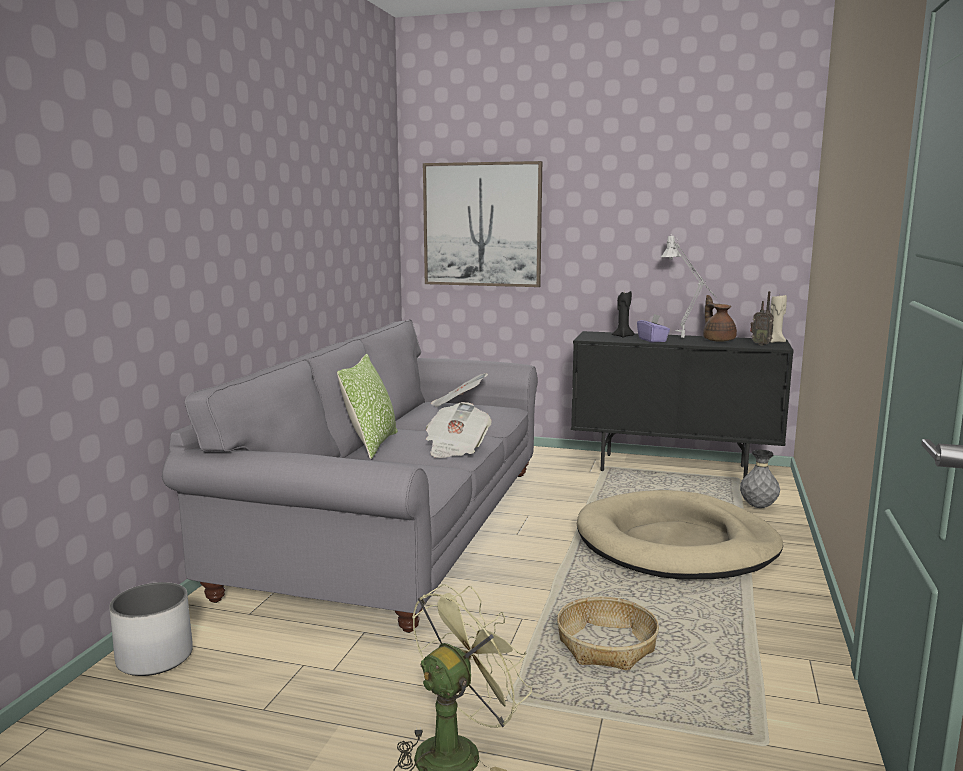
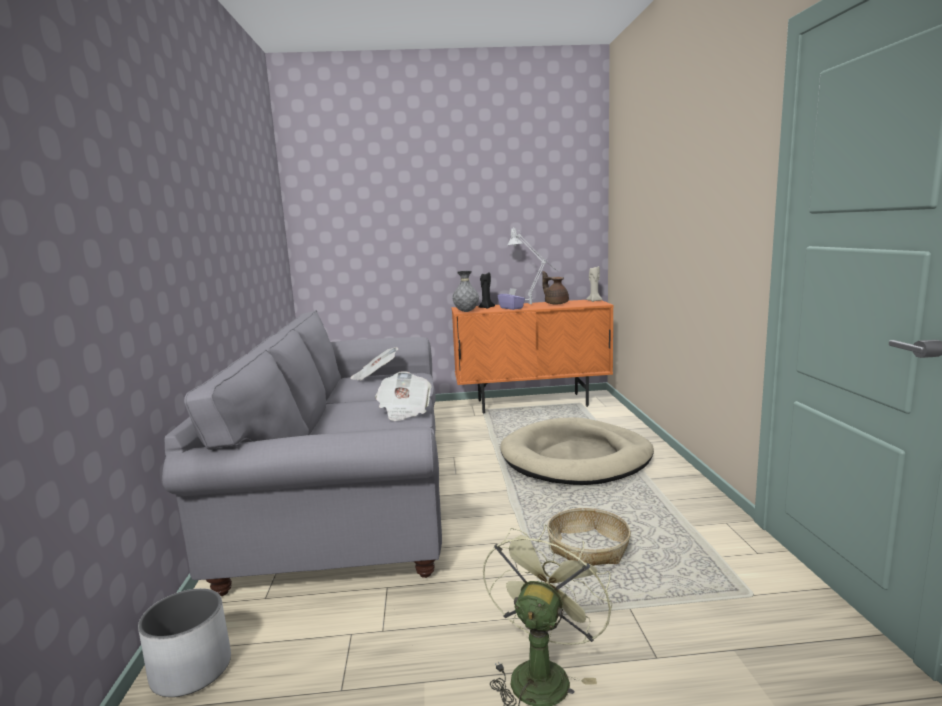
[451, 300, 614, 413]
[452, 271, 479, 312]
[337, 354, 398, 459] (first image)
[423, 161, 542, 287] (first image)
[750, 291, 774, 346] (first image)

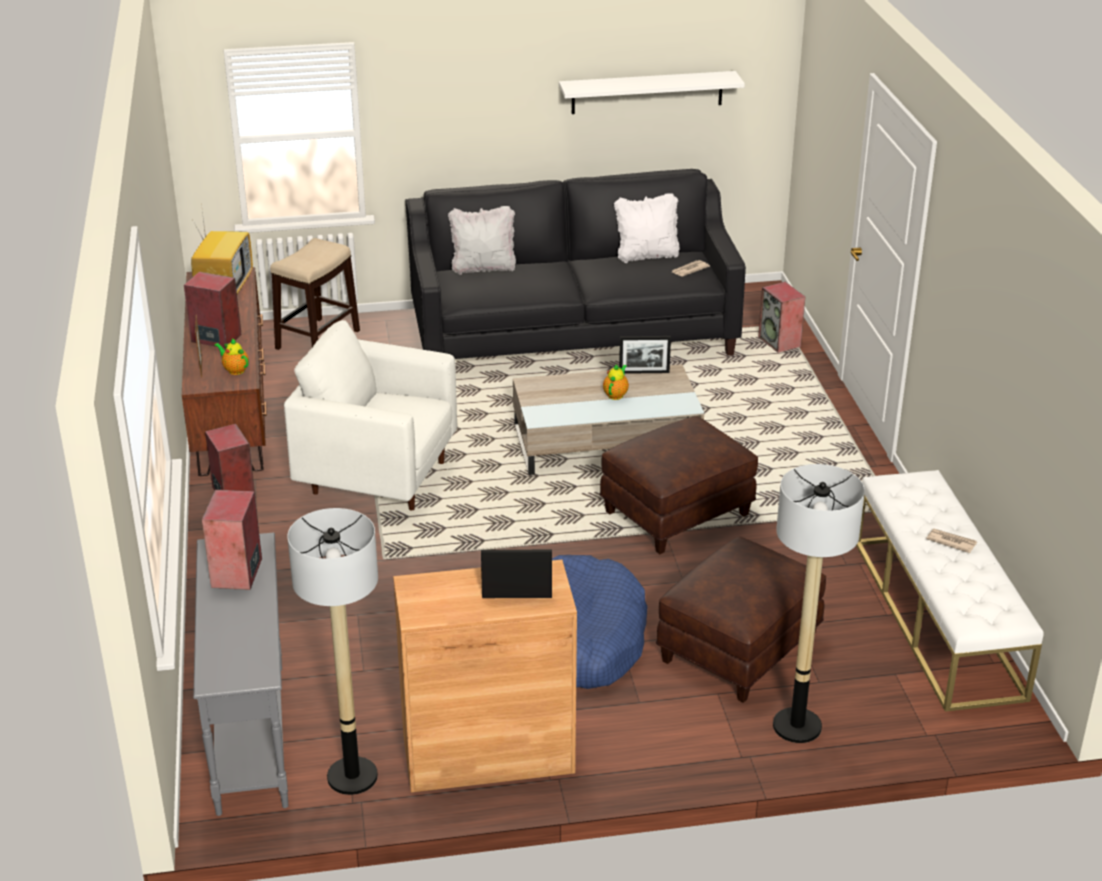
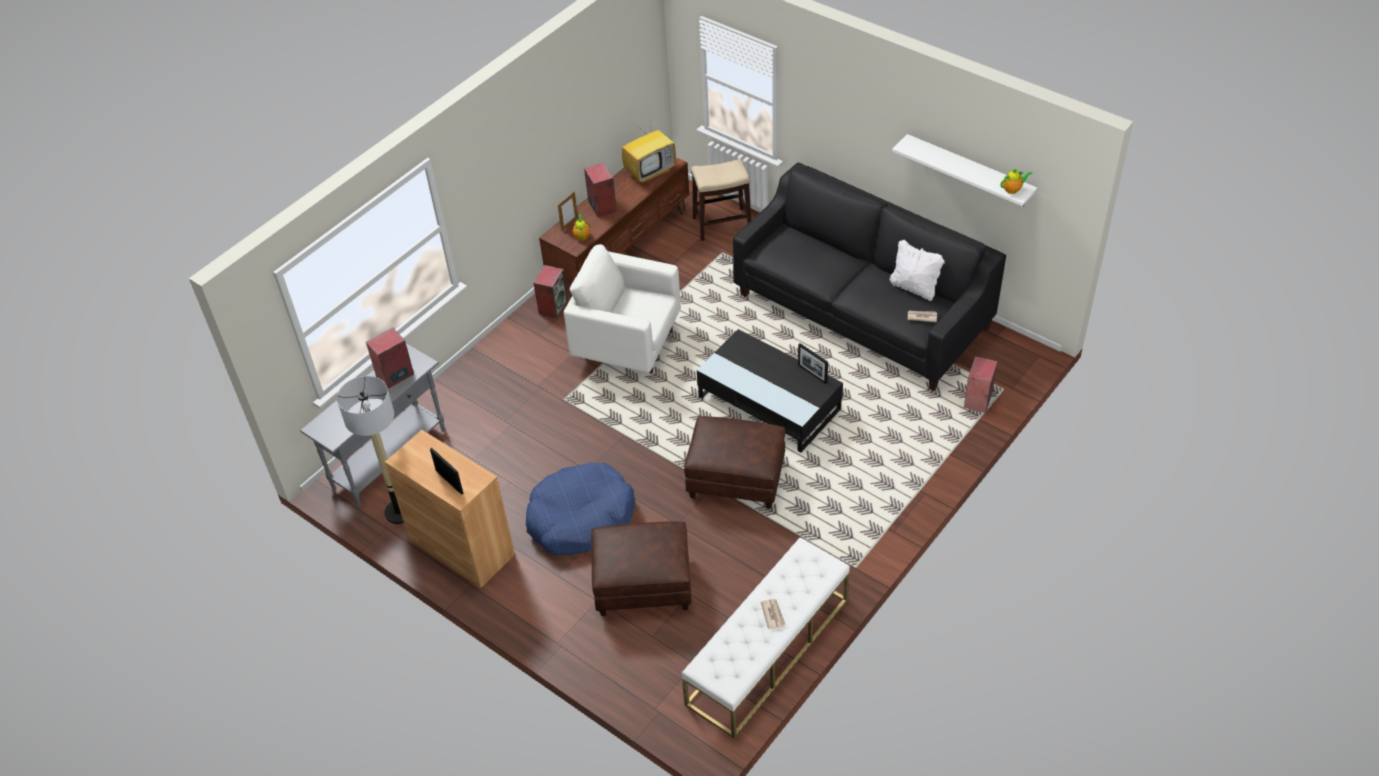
[564, 244, 681, 373]
[697, 329, 843, 452]
[1000, 168, 1032, 194]
[448, 206, 516, 275] (first image)
[773, 464, 865, 743] (first image)

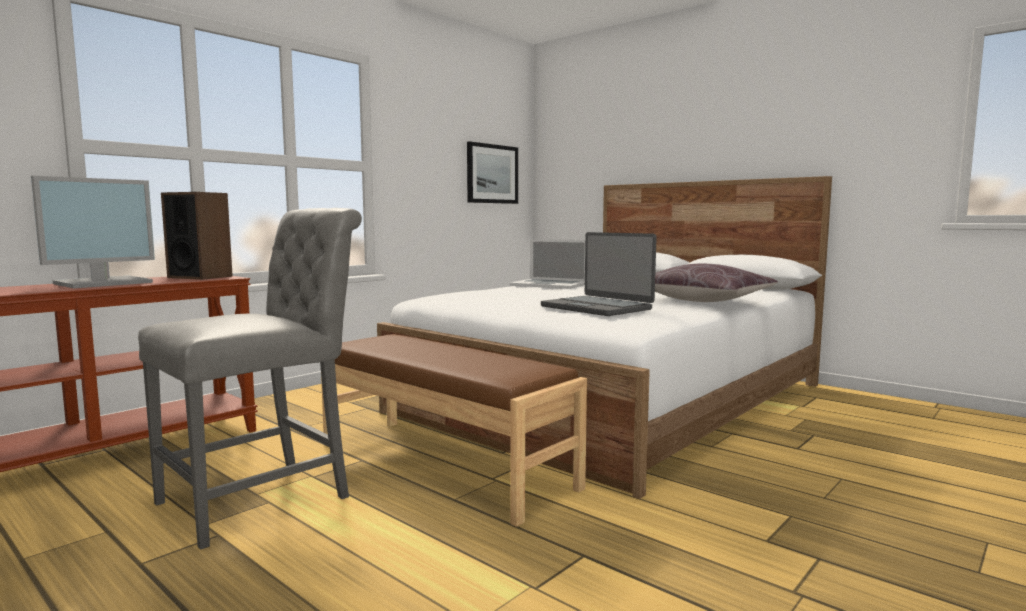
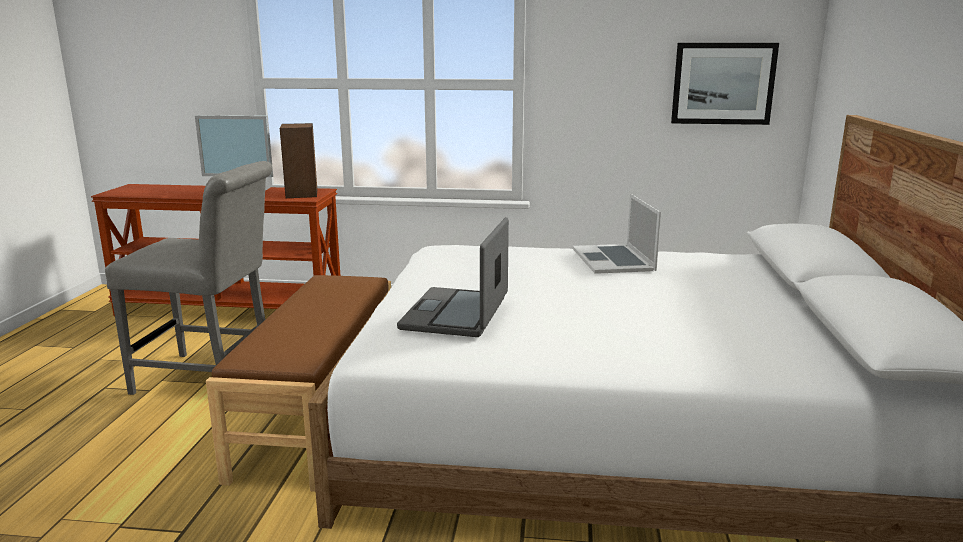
[655, 264, 778, 302] (first image)

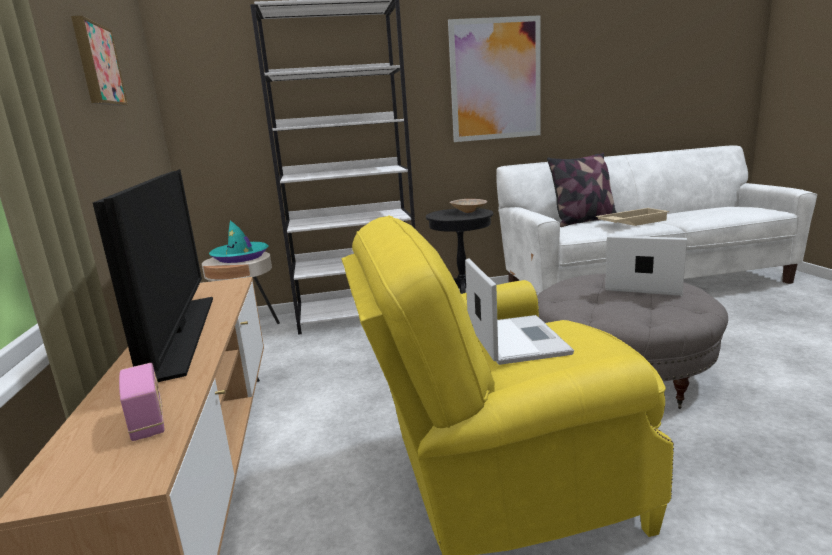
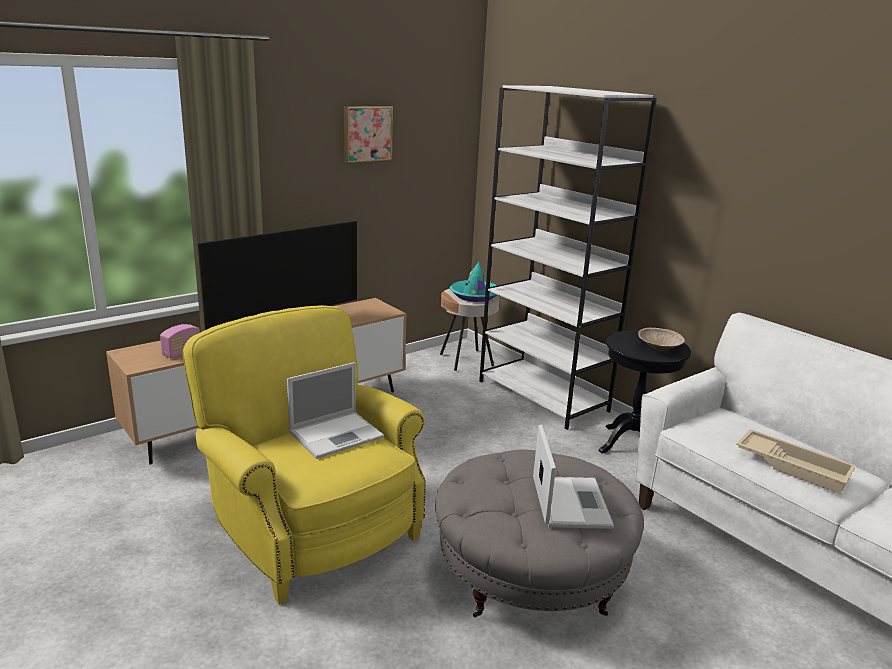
[448, 15, 541, 142] (first image)
[547, 152, 617, 227] (first image)

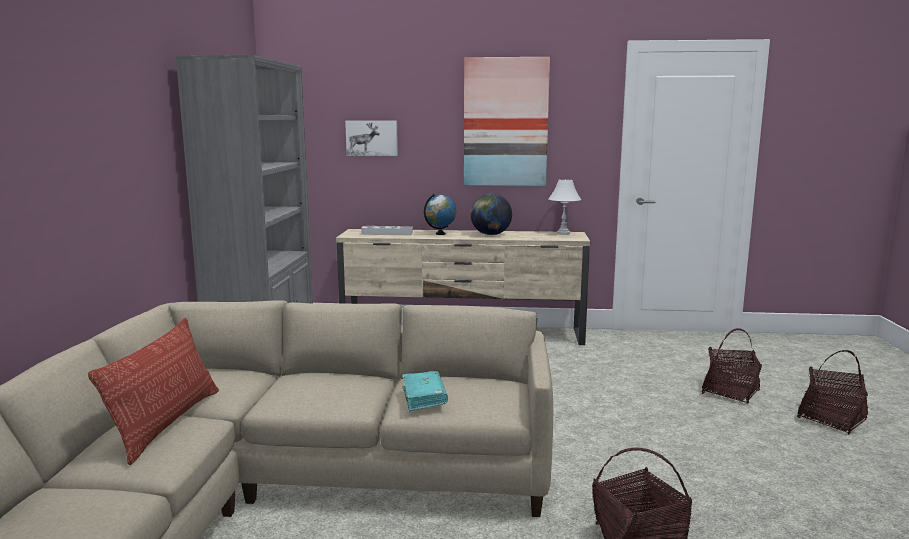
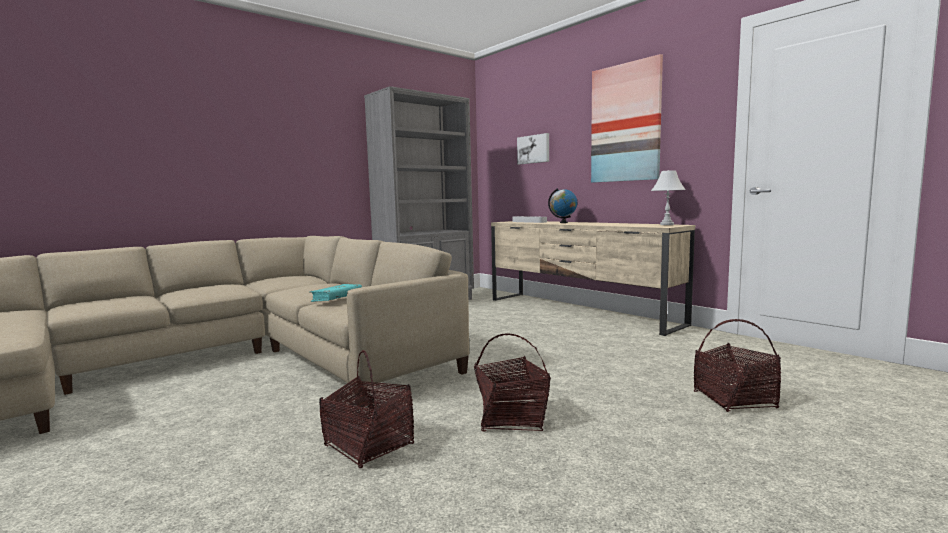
[474, 333, 551, 431]
[88, 318, 219, 465] (first image)
[471, 194, 512, 235] (first image)

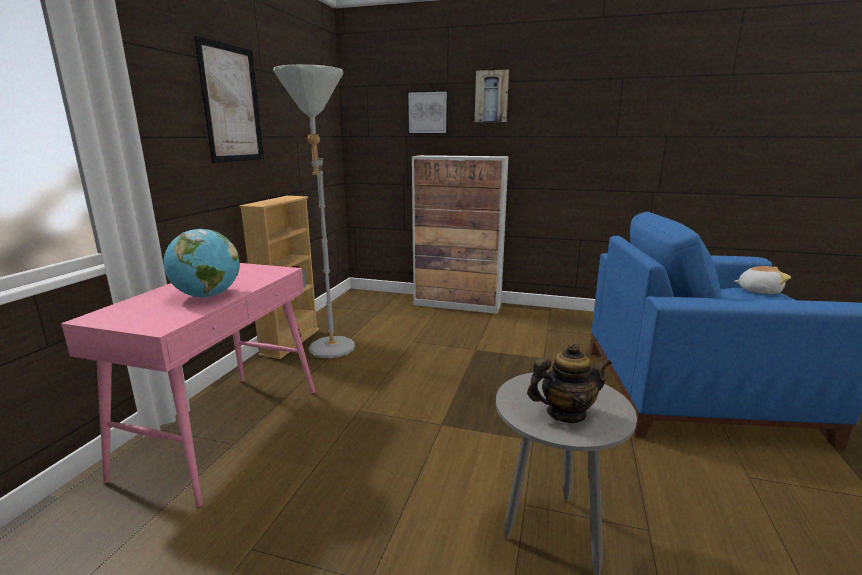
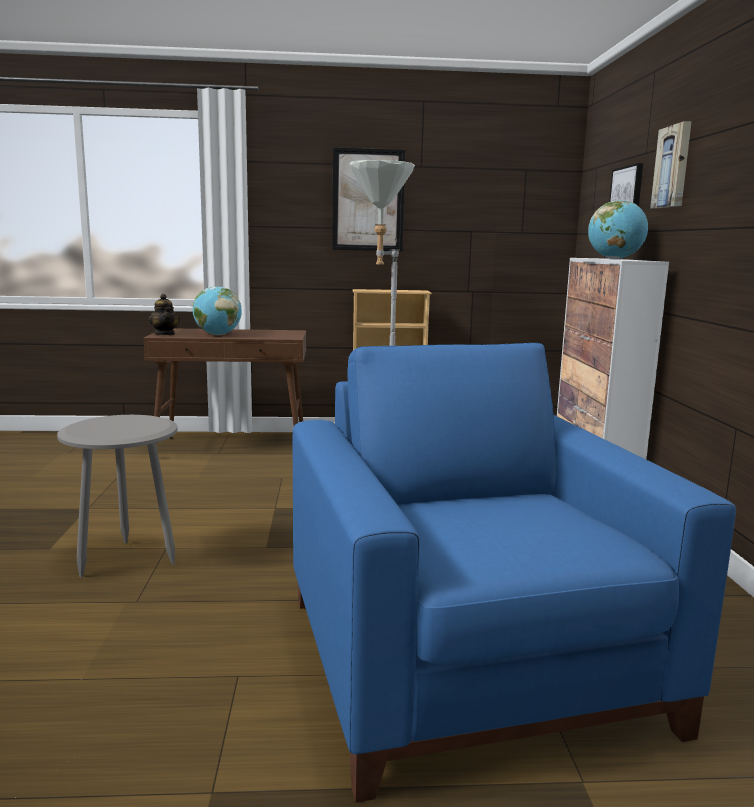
[143, 329, 306, 438]
[149, 294, 180, 335]
[588, 200, 648, 259]
[734, 266, 791, 294] (first image)

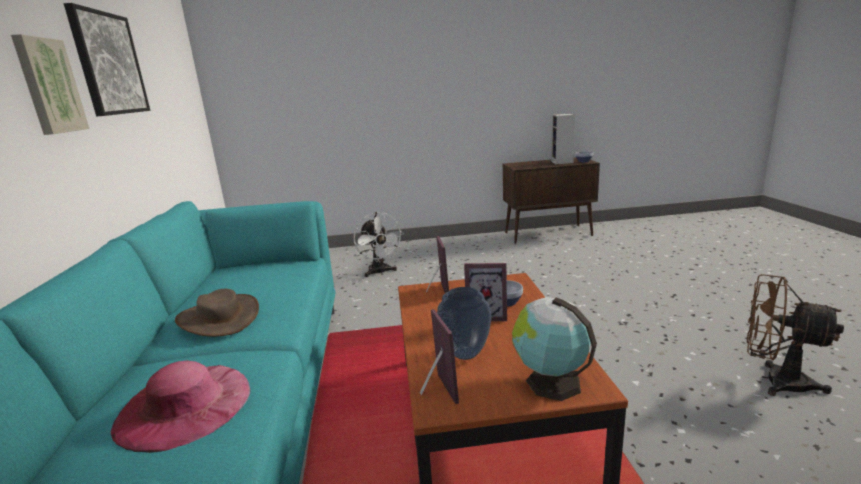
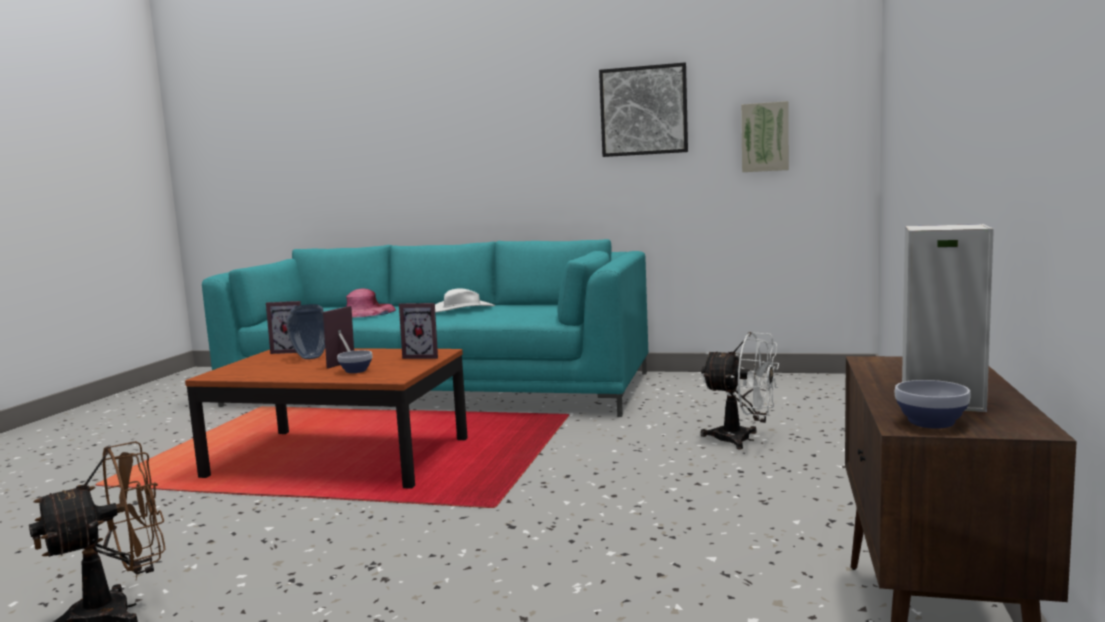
[435, 288, 495, 313]
[701, 332, 779, 449]
[741, 101, 789, 172]
[512, 297, 597, 401] (first image)

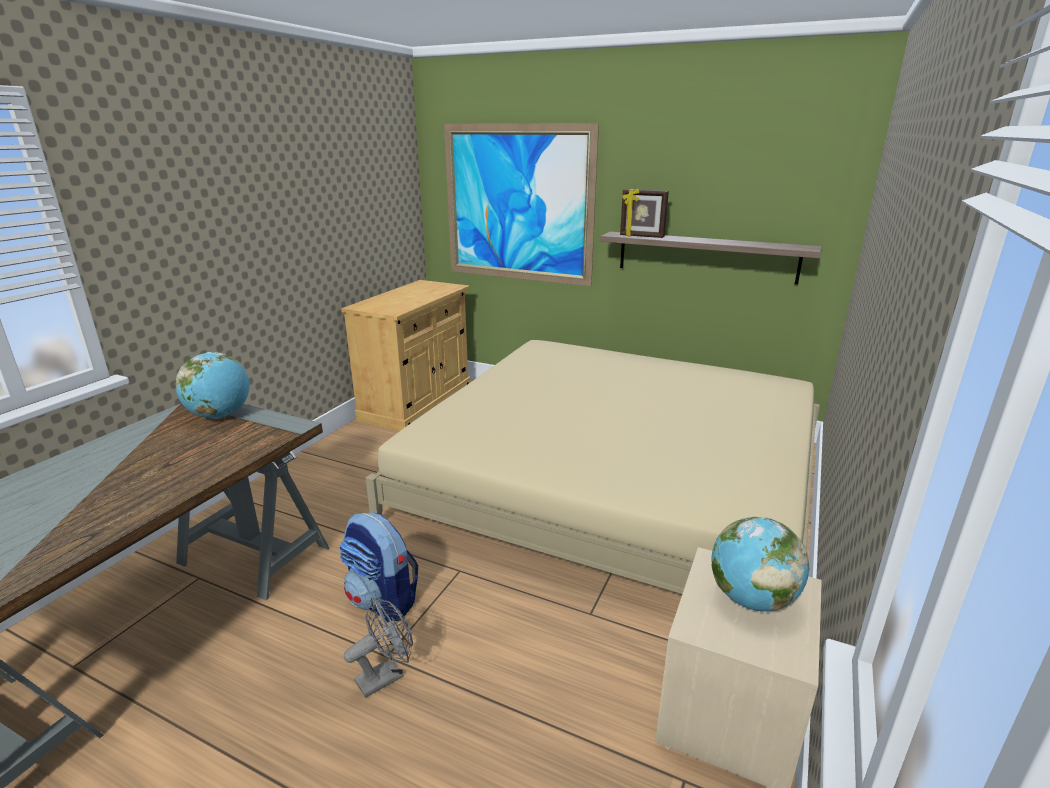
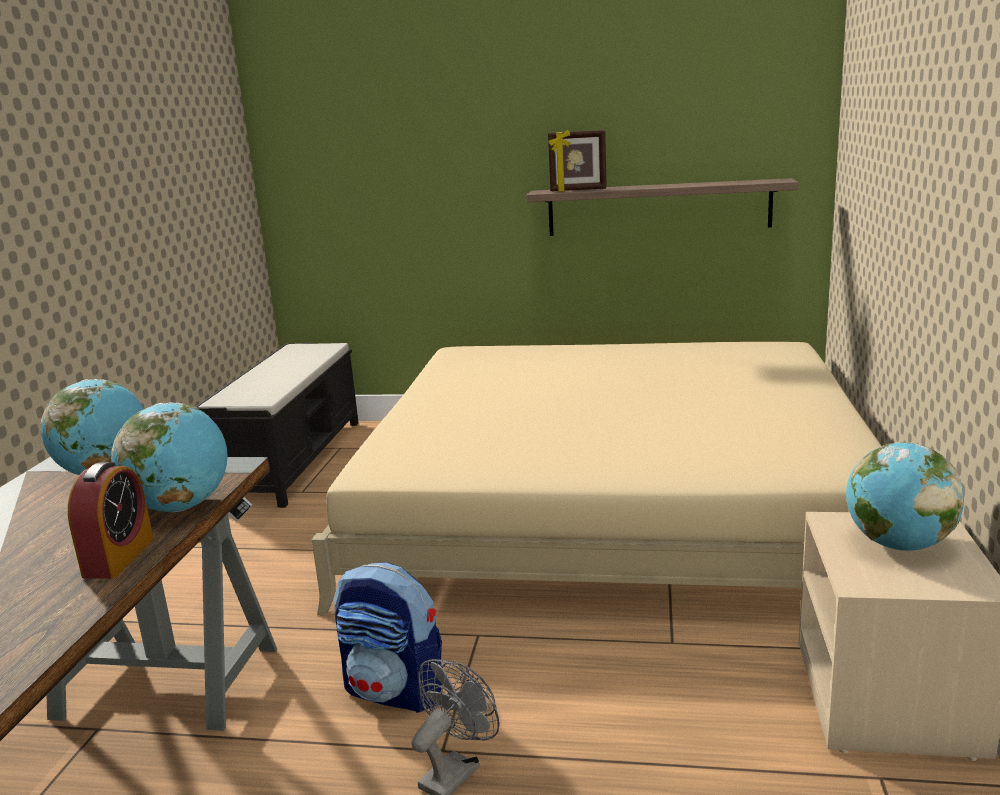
[68, 462, 154, 578]
[111, 402, 228, 512]
[195, 343, 359, 508]
[444, 123, 599, 286] (first image)

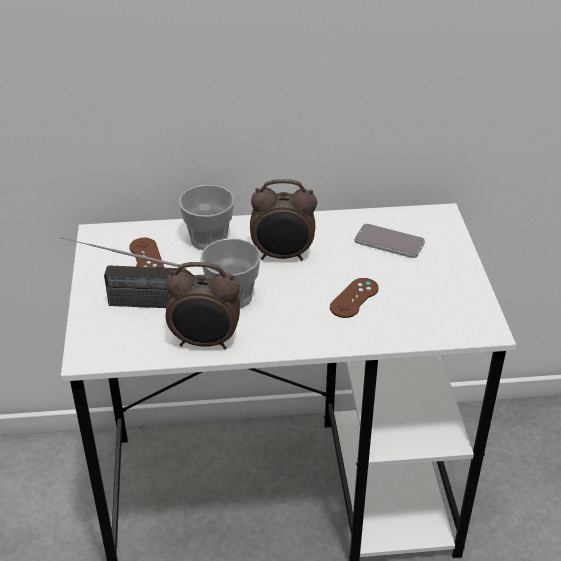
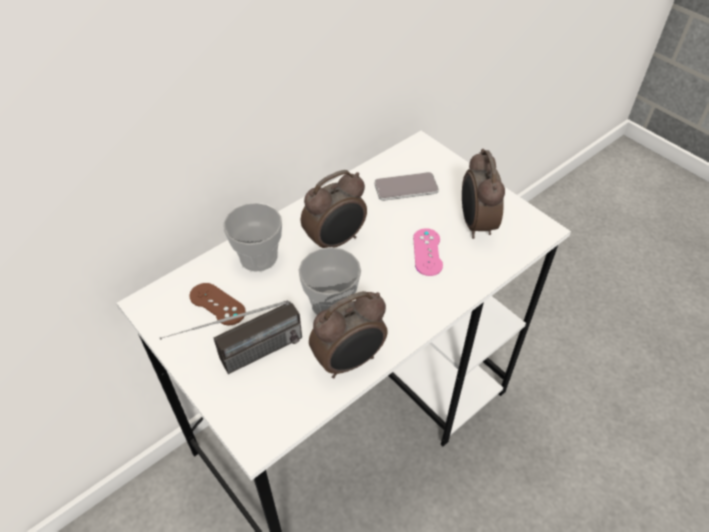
[413, 228, 443, 276]
[462, 149, 505, 239]

